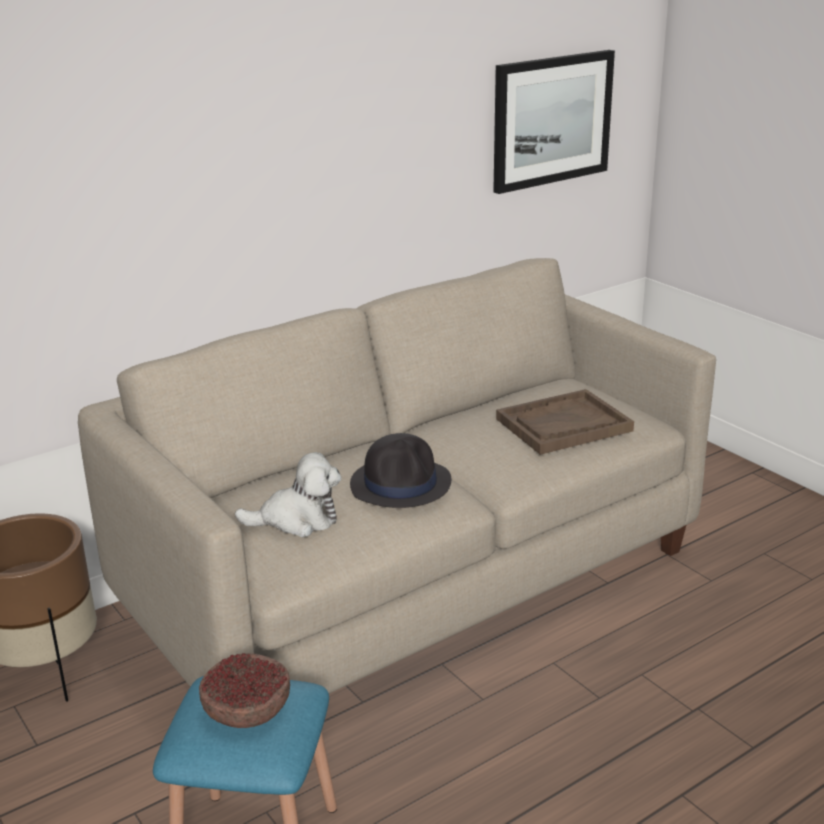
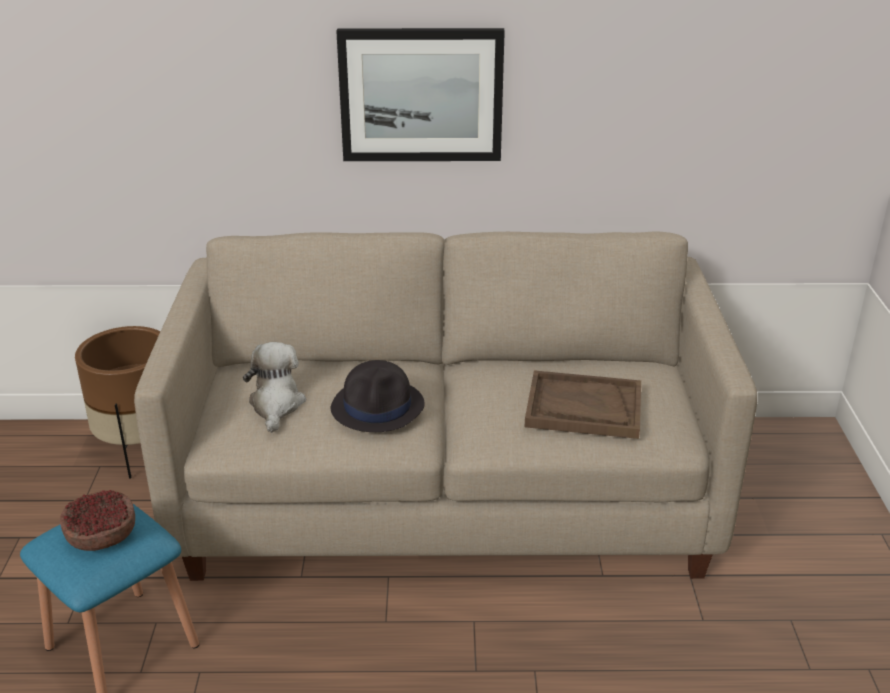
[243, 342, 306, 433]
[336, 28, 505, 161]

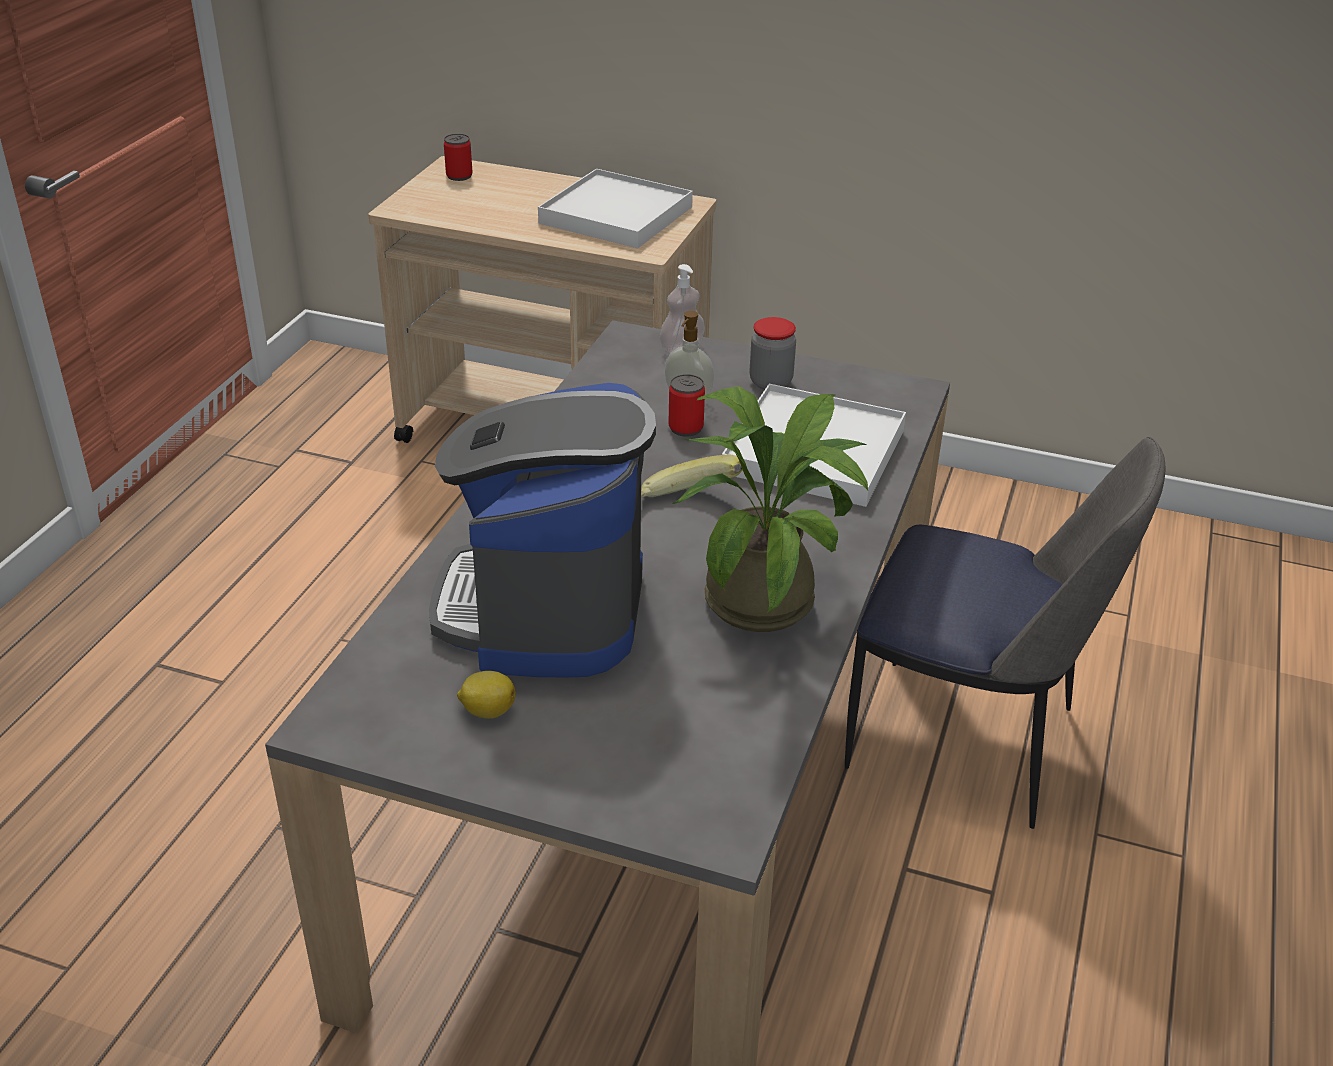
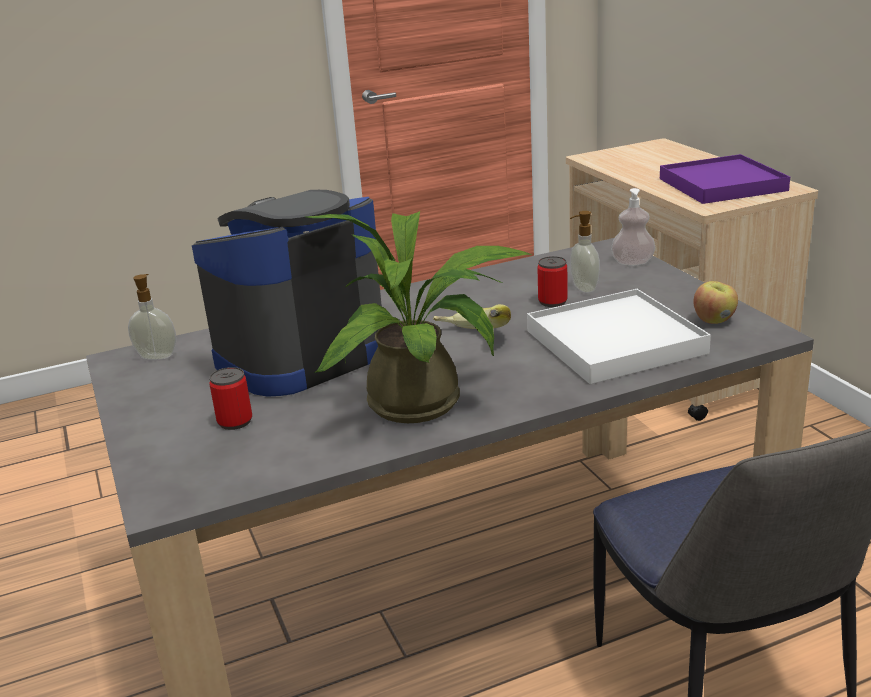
[128, 274, 176, 360]
[209, 367, 252, 430]
[660, 154, 790, 204]
[693, 281, 738, 324]
[457, 671, 516, 719] (first image)
[750, 317, 796, 390] (first image)

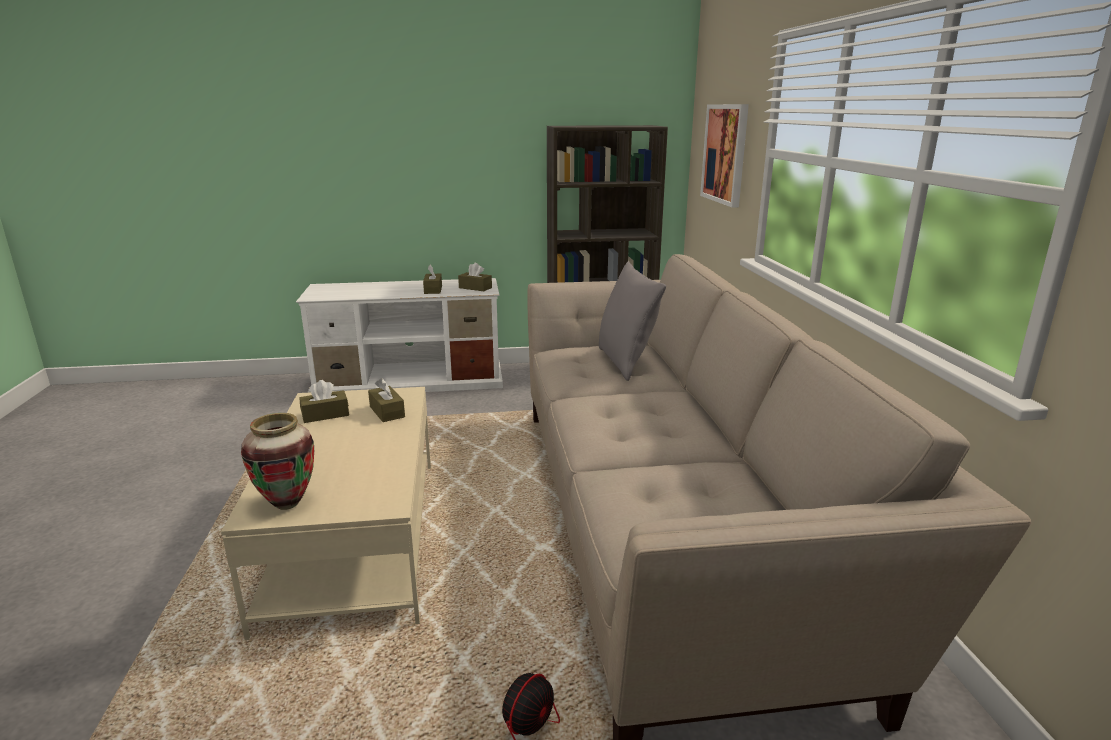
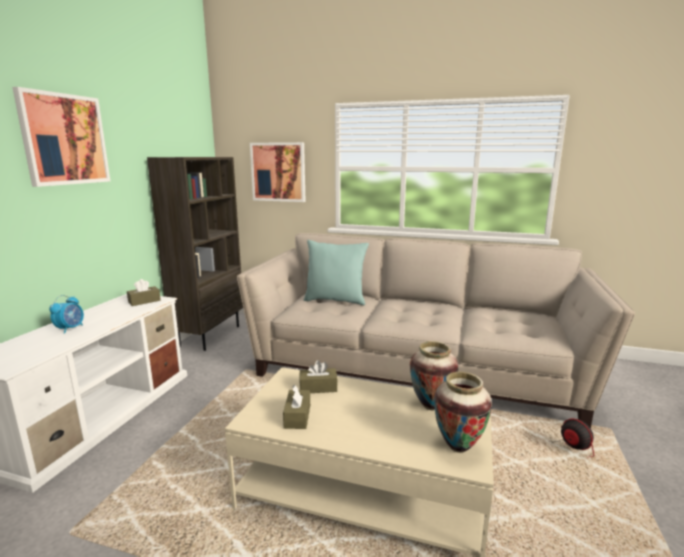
[12, 87, 110, 187]
[49, 295, 84, 334]
[304, 240, 369, 305]
[410, 341, 459, 410]
[423, 265, 442, 294] (first image)

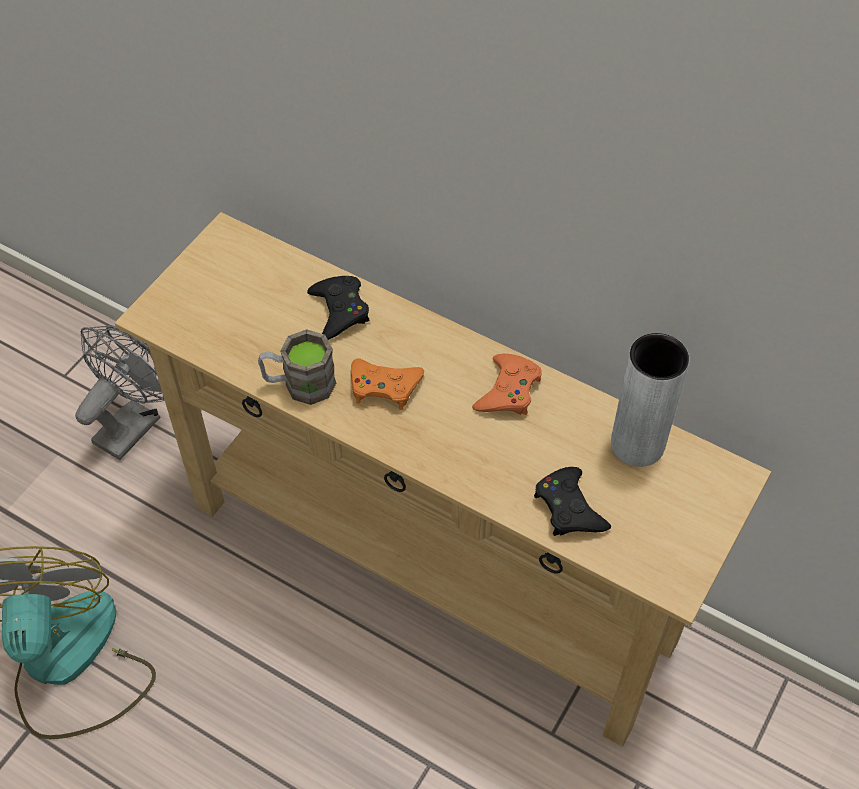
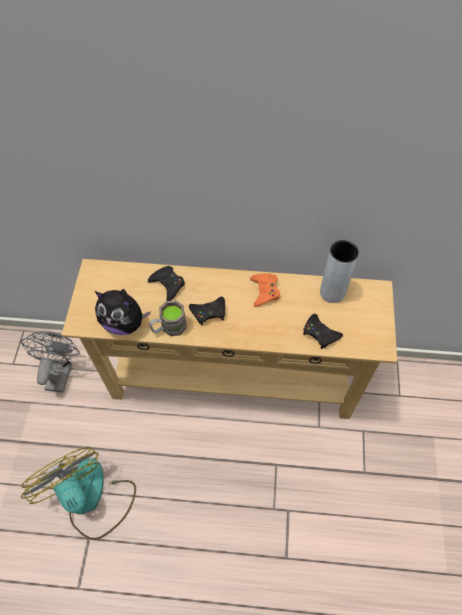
[94, 289, 150, 335]
[189, 297, 225, 326]

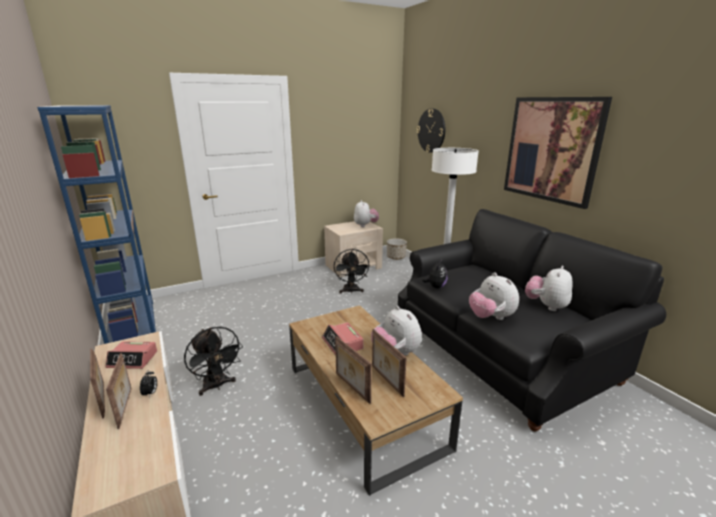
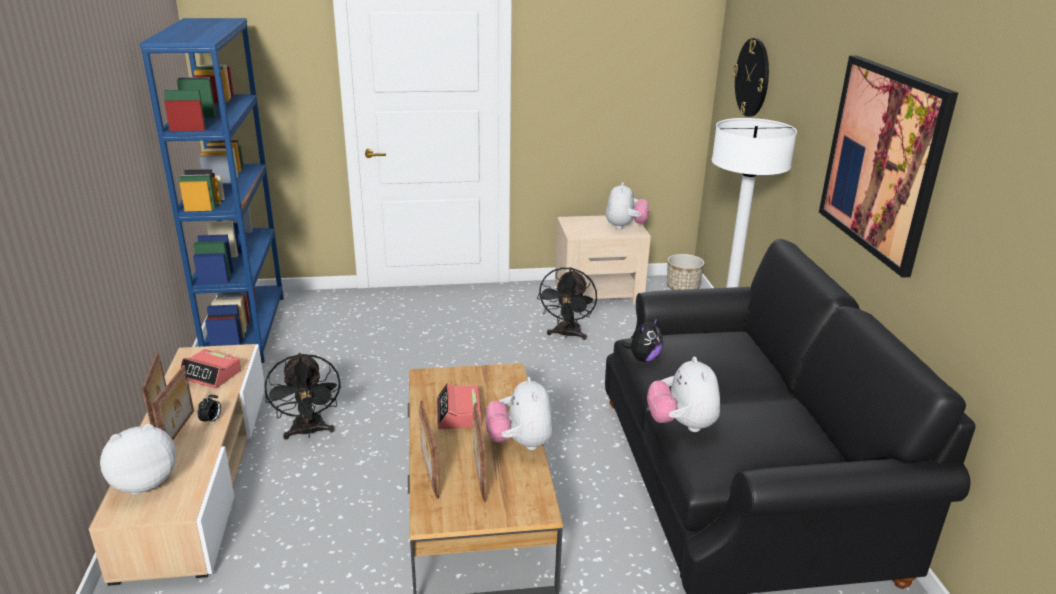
[100, 424, 176, 495]

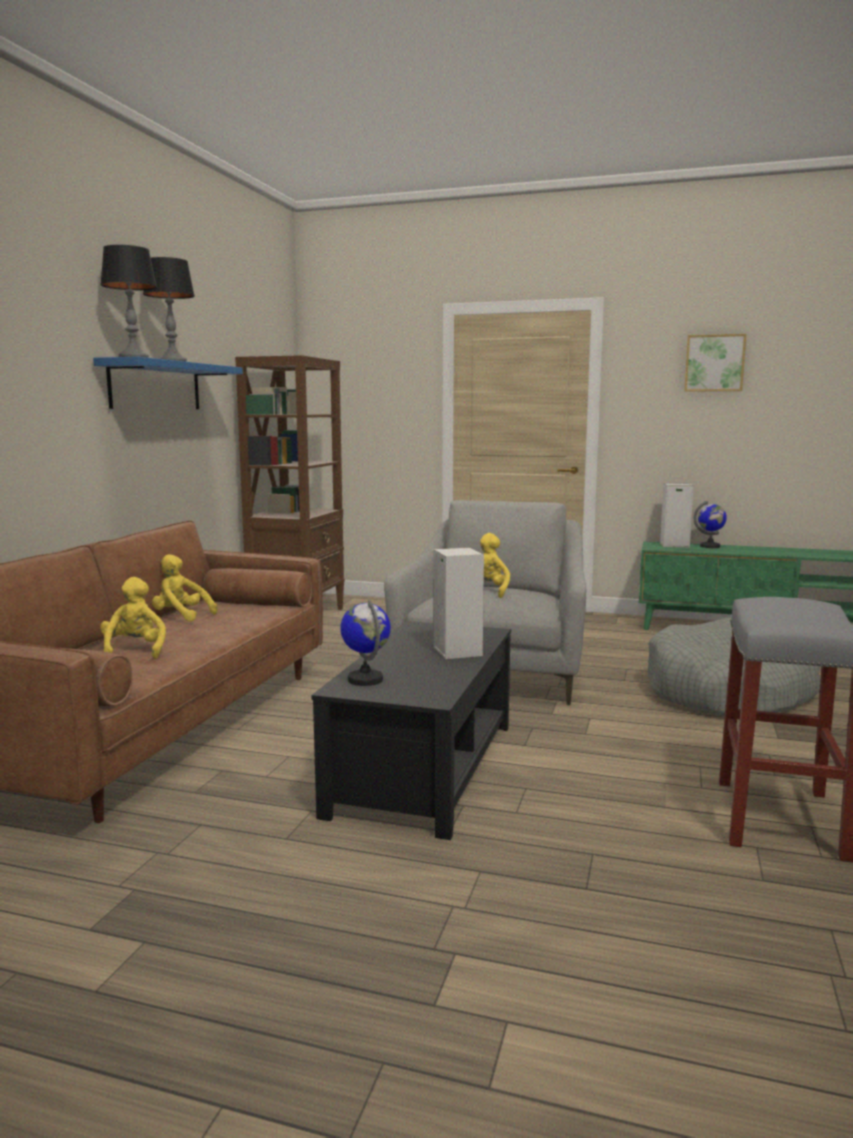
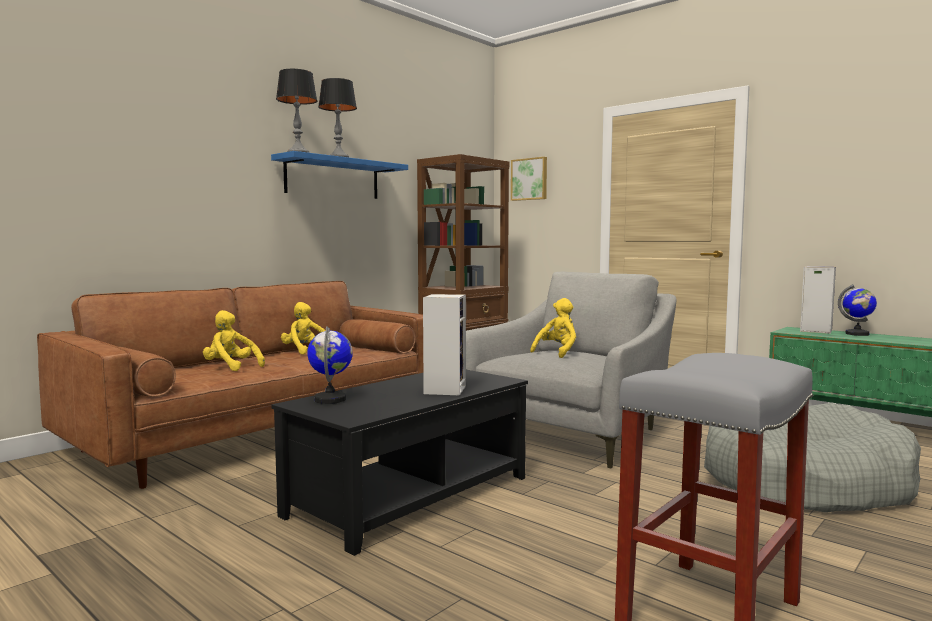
[203, 310, 265, 371]
[511, 157, 547, 201]

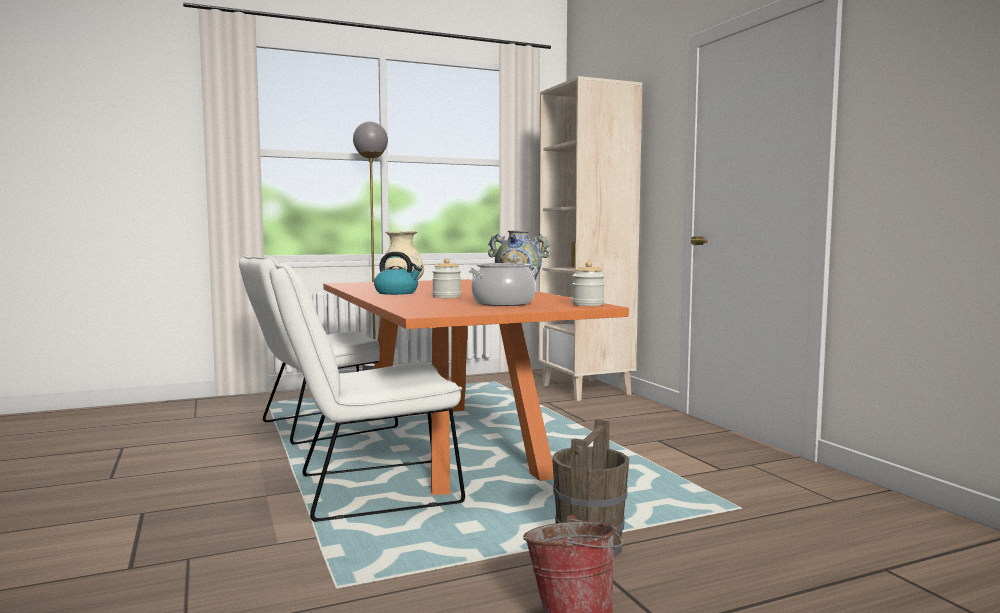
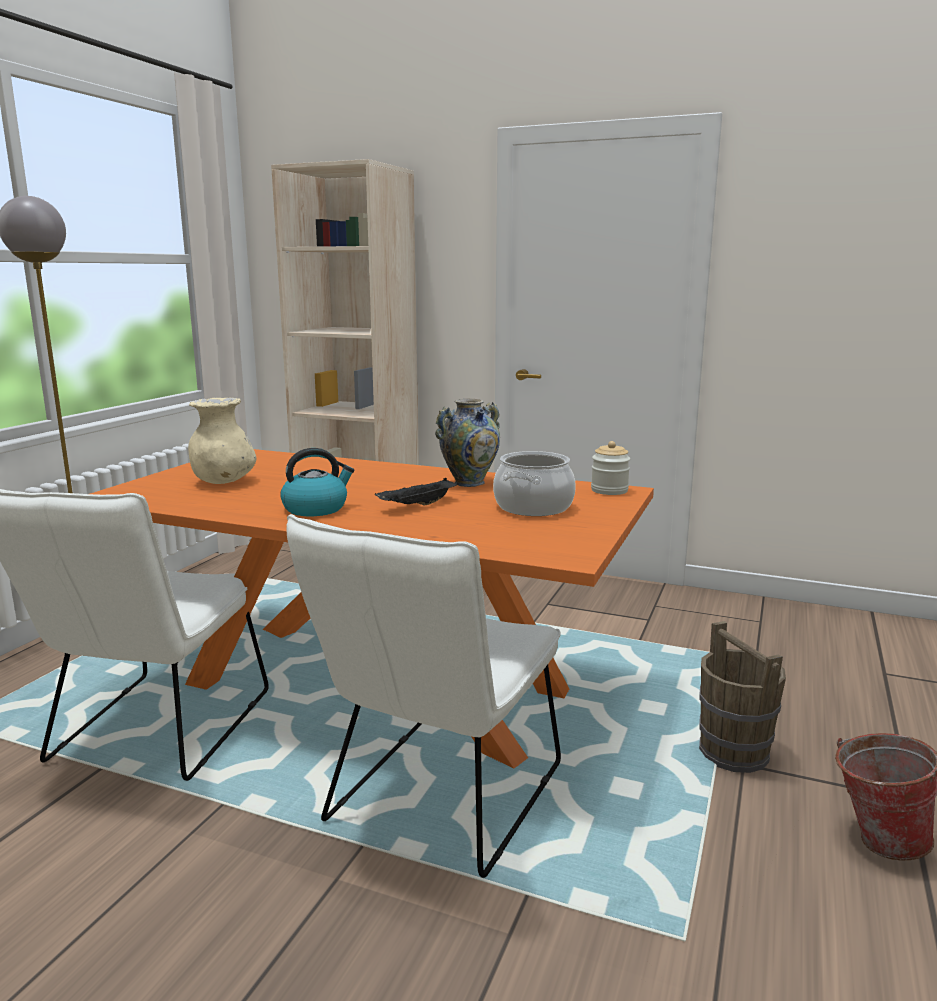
[375, 478, 457, 506]

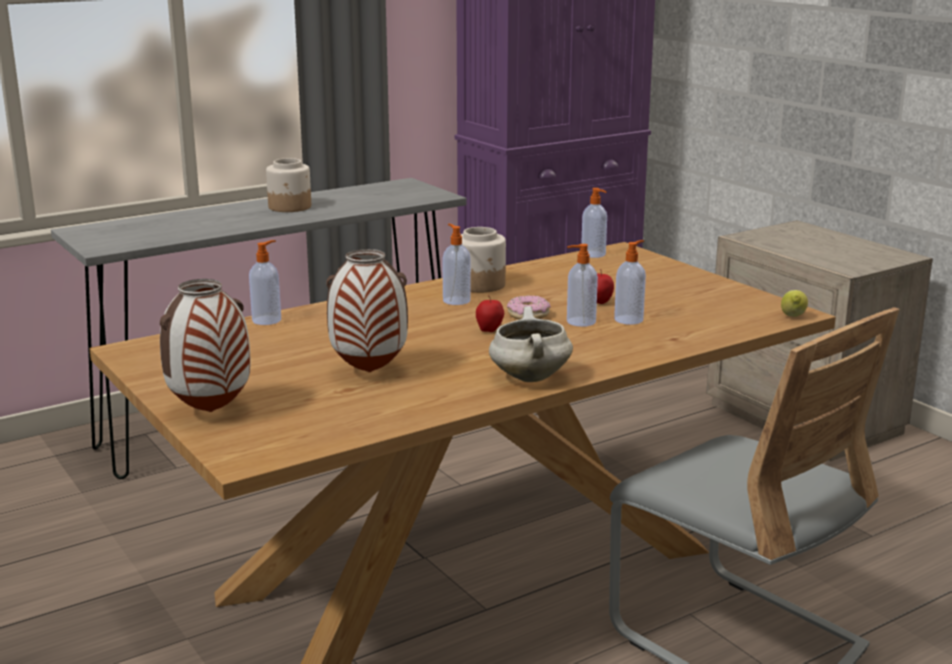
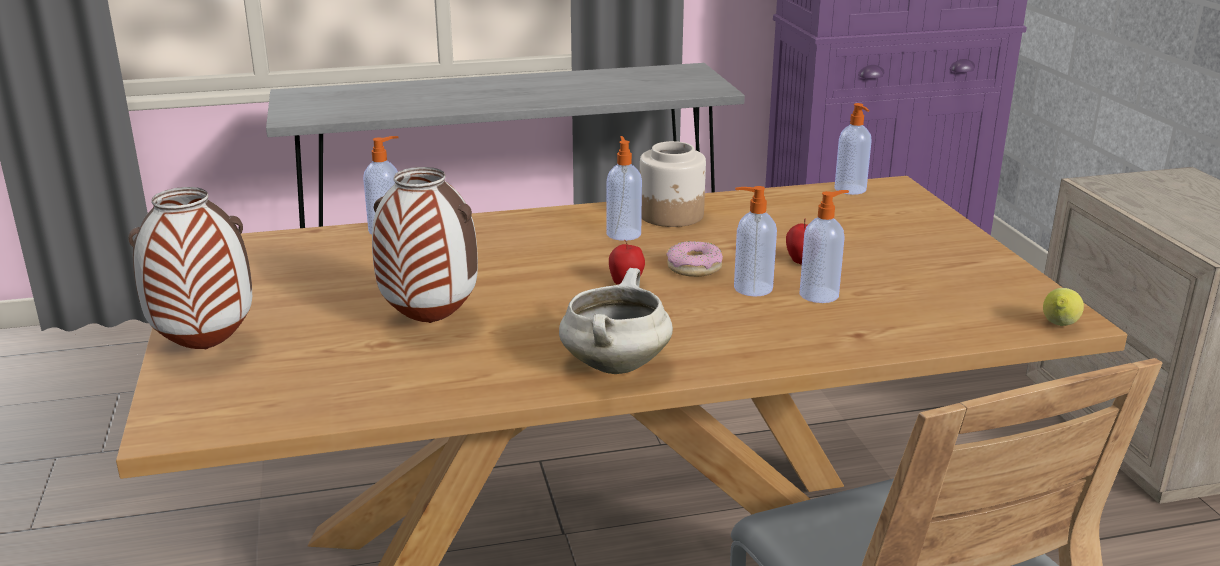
[266, 158, 311, 212] (first image)

